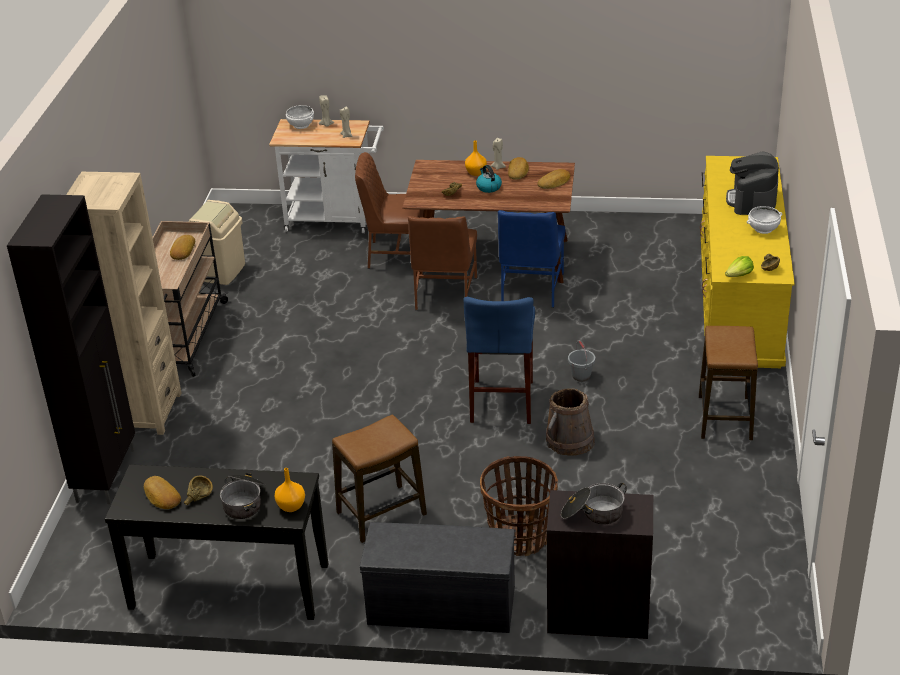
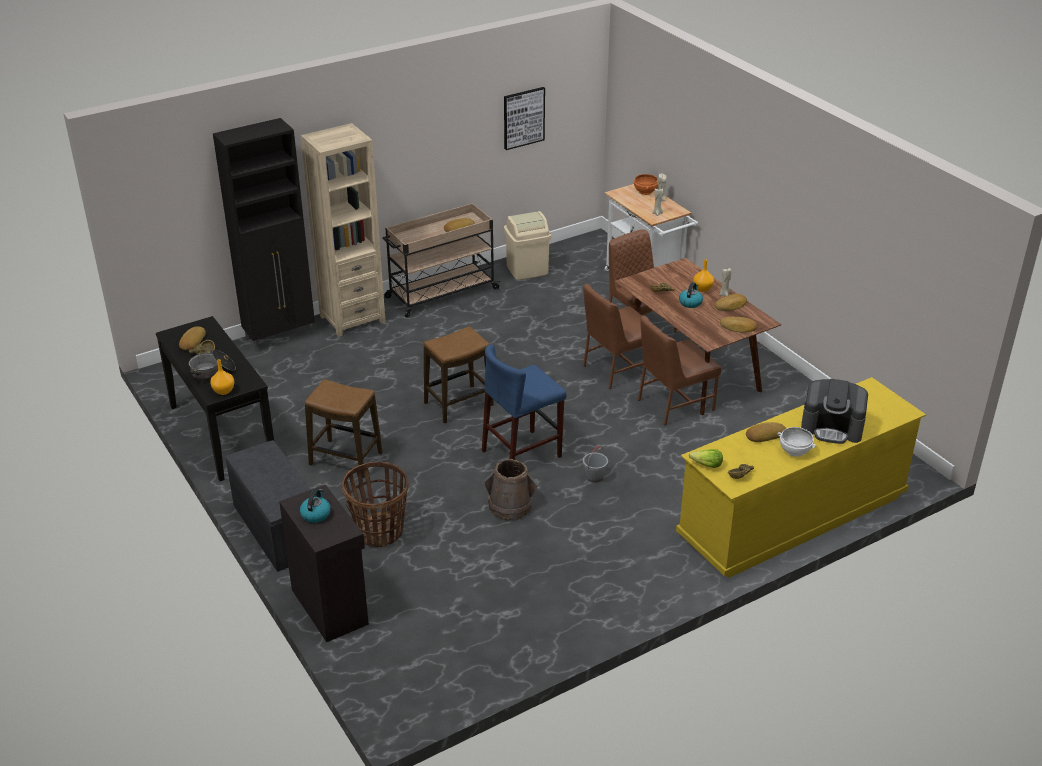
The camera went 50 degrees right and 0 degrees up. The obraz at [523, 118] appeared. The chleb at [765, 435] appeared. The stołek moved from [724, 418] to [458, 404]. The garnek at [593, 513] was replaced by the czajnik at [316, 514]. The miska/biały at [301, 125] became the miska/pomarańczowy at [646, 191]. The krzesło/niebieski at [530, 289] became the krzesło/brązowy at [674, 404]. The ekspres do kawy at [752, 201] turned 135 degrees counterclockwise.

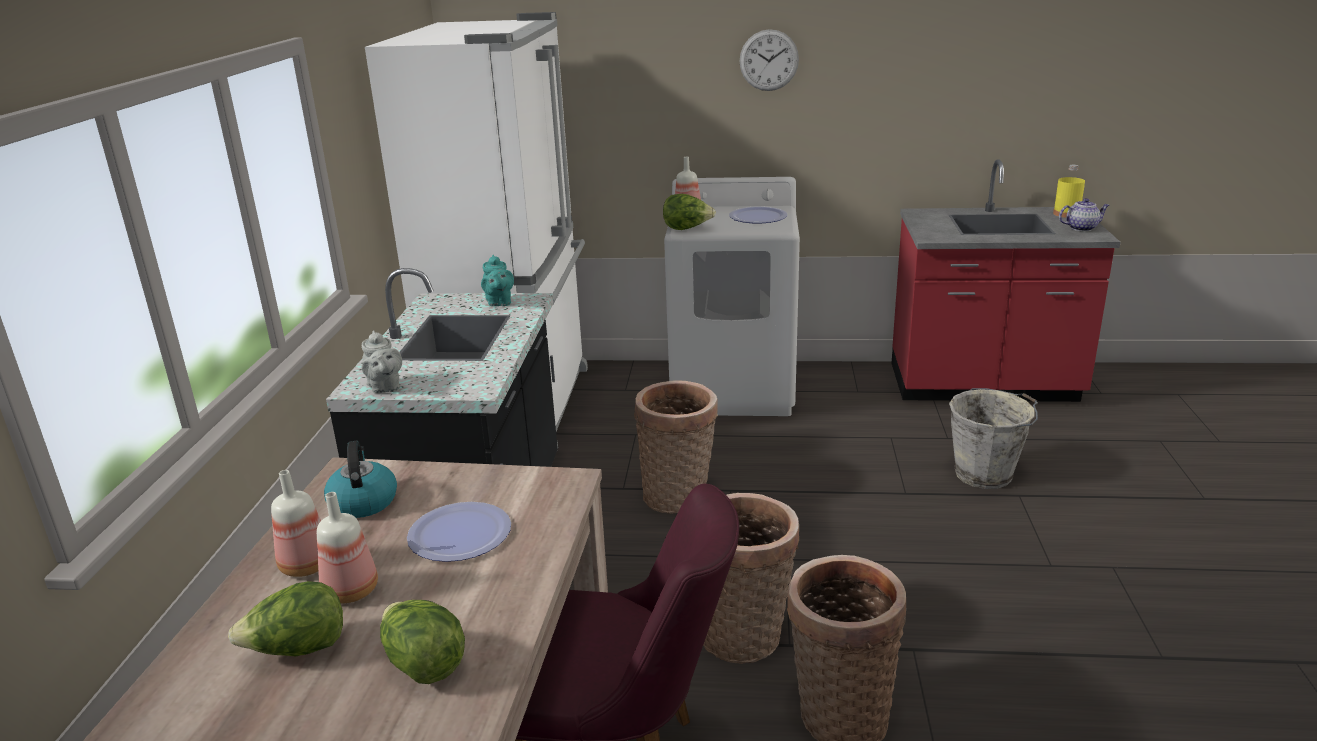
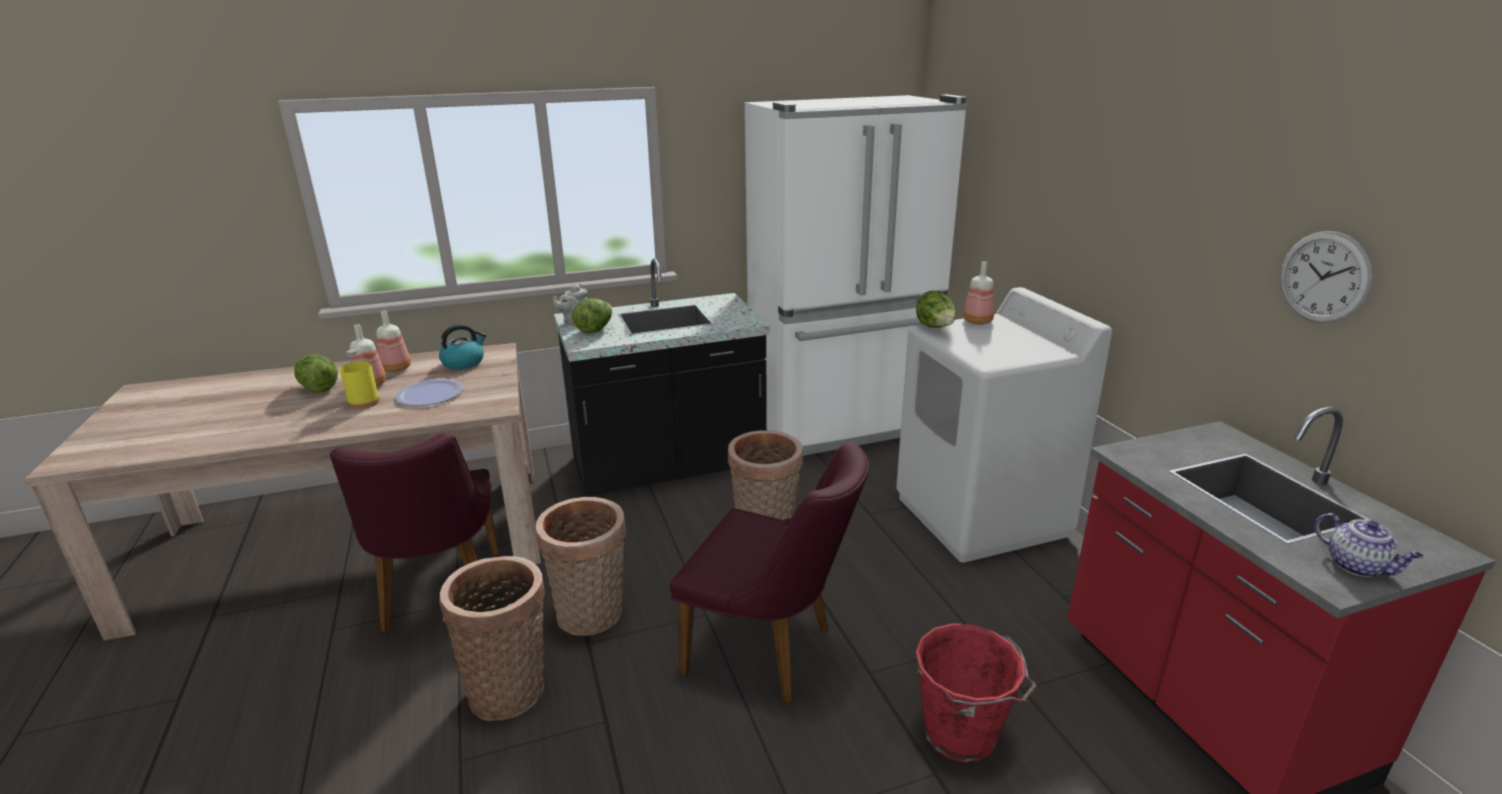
The camera went 65 degrees right and 0 degrees up. The imbryk/turkusowy at [499, 303] disappeared. The talerz at [758, 217] disappeared. The krzesło/fioletowy at [771, 652] appeared. The sałata moved from [424, 665] to [595, 330]. The zegar ścienny moved from [769, 60] to [1324, 277]. The butelka/żółty moved from [1066, 214] to [364, 403]. The wiadro/szary at [985, 474] became the wiadro/czerwony at [962, 735].

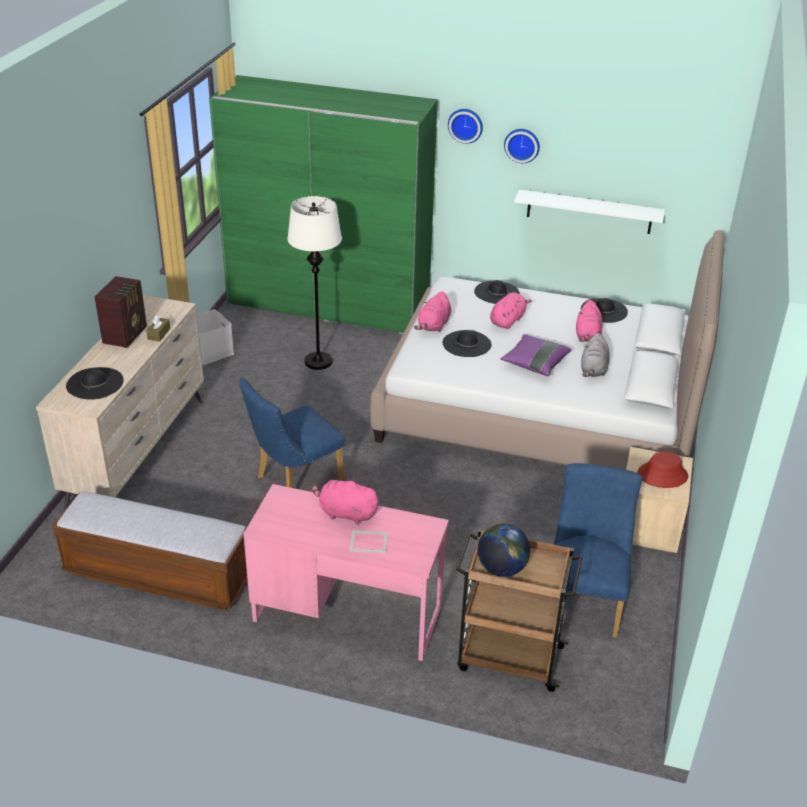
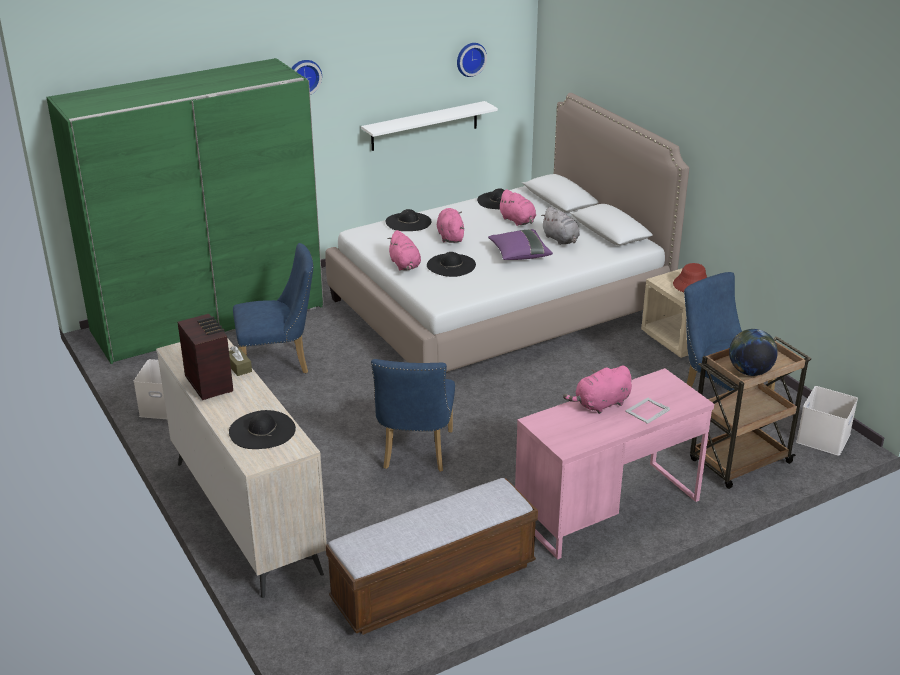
The camera went 45 degrees left and 5 degrees down. The pojemnik do przechowywania/biały at [824, 439] appeared. The zegar ścienny moved from [522, 144] to [470, 59]. The lampa stojąca/biały at [318, 362] was replaced by the krzesło/niebieski at [279, 364].

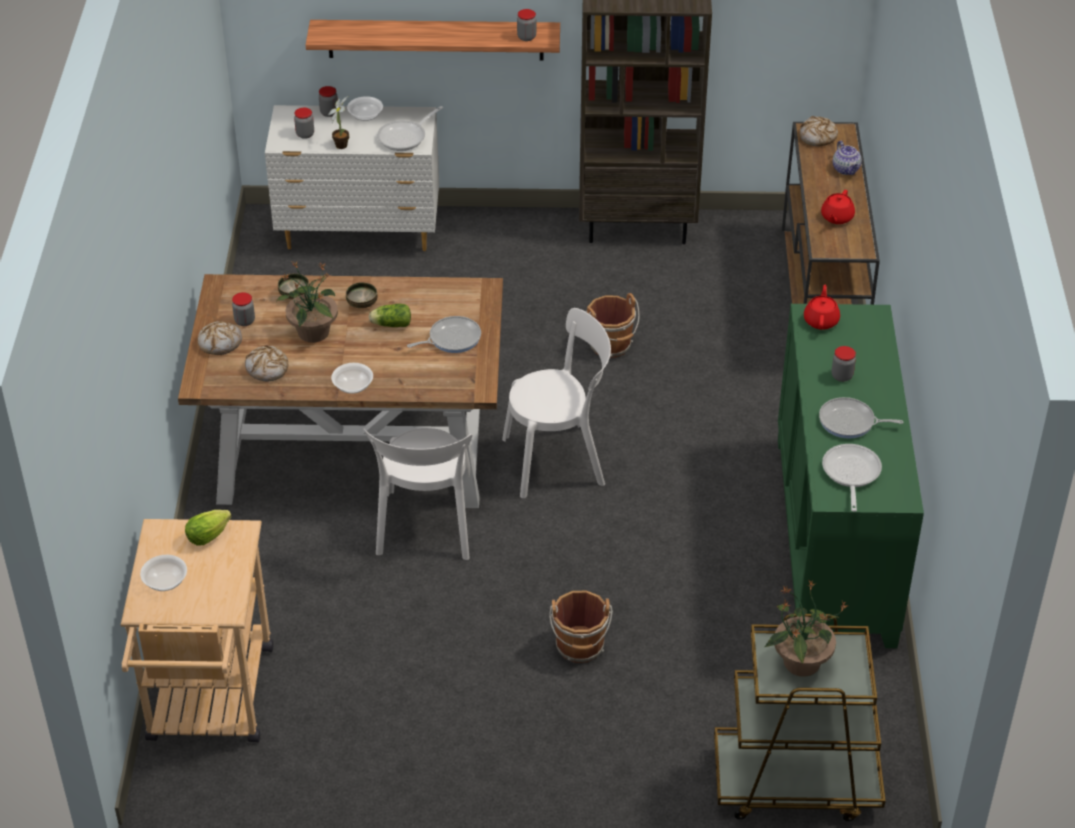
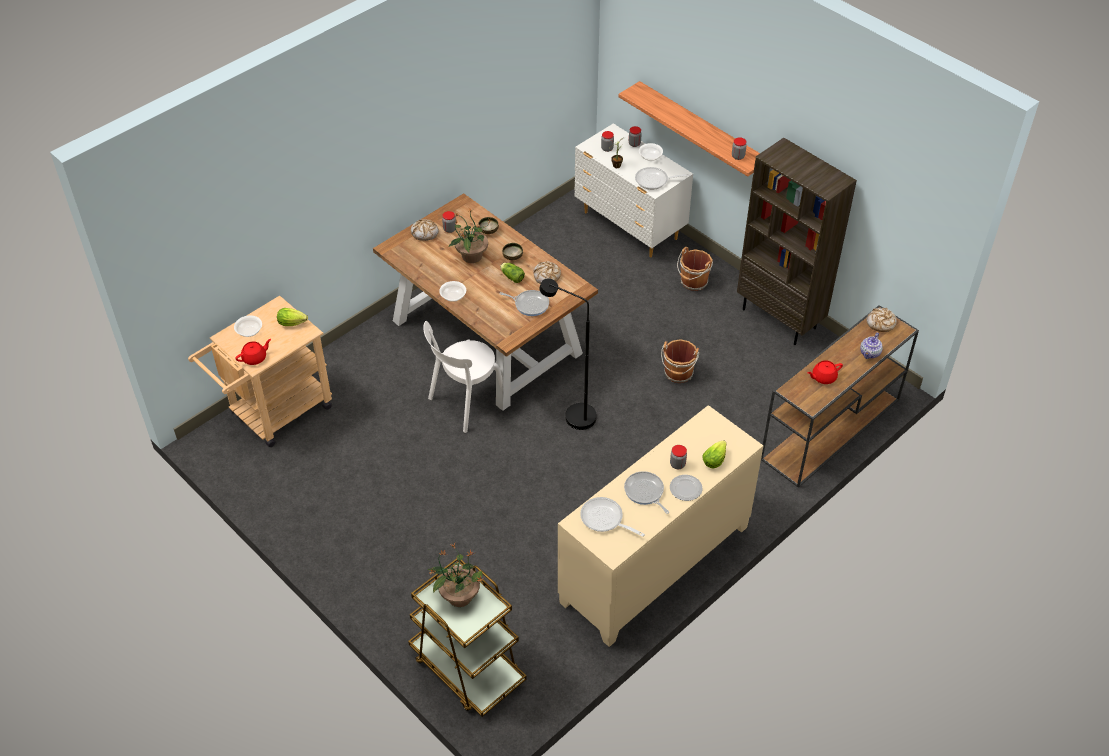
The camera went 45 degrees right and 5 degrees up. The talerz at [686, 489] appeared. The sałata at [715, 459] appeared. The chleb moved from [267, 368] to [547, 276]. The wiadro/brązowy moved from [580, 647] to [693, 282]. The imbryk/czerwony moved from [821, 320] to [255, 358]. The krzesło/biały at [559, 460] was replaced by the lampa stojąca/czarny at [572, 415]. The szafka/zielony at [836, 539] became the szafka/beżowy at [656, 565]. The patelnia at [850, 474] turned 105 degrees counterclockwise.

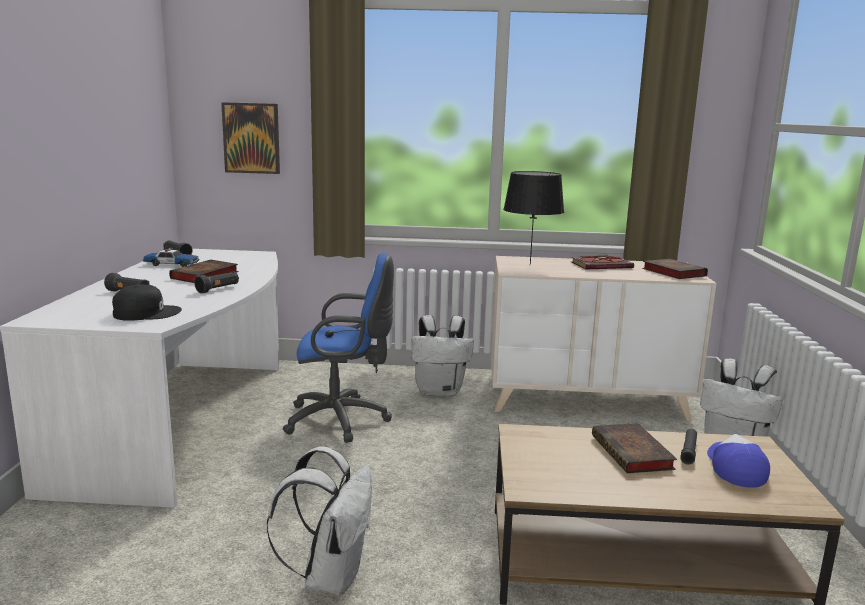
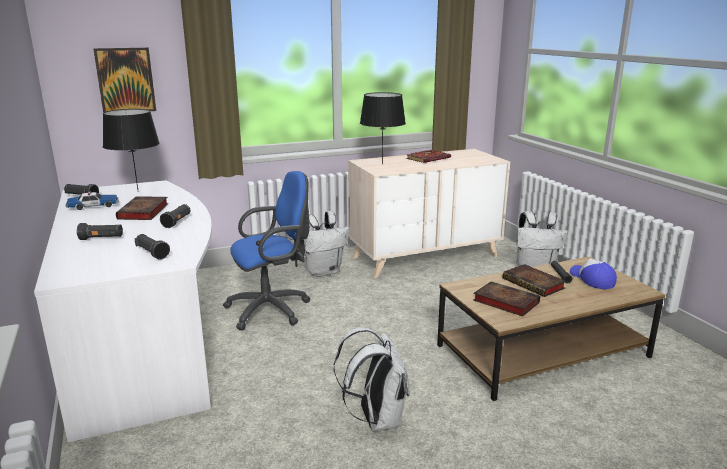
The camera went 25 degrees left and 5 degrees up. The lampa stołowa/czarny at [137, 191] appeared. The książka moved from [672, 272] to [504, 301]. The czapka z daszkiem/czarny at [146, 313] was replaced by the latarka/czarny at [152, 253].

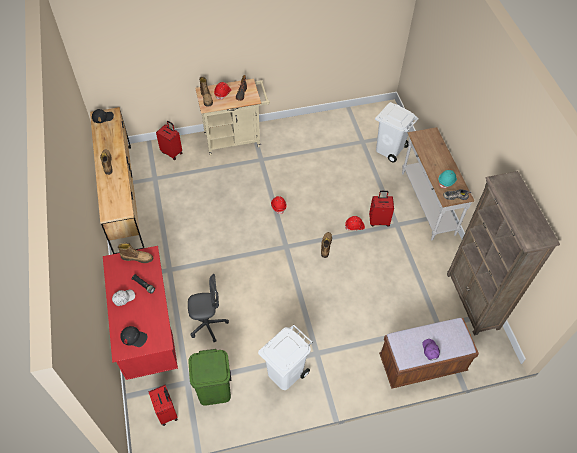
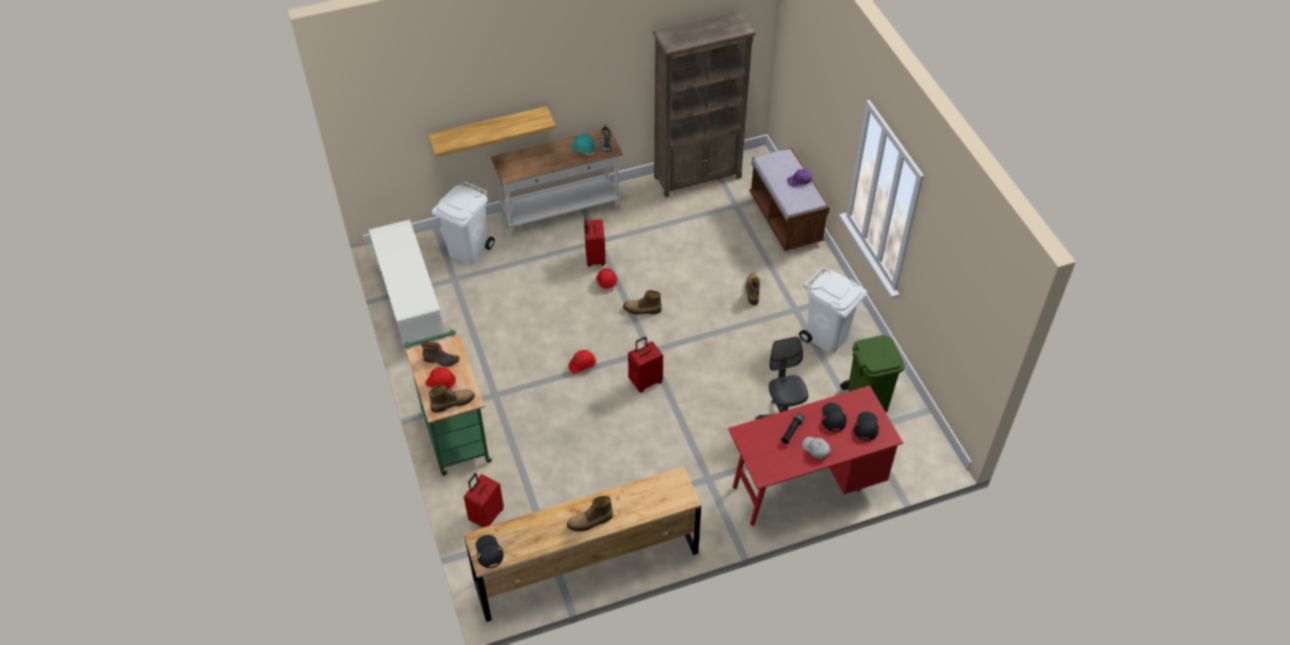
The camera went 95 degrees left and 5 degrees down. The regał na buty/biały at [411, 306] appeared. The półka at [488, 129] appeared. The czapka z daszkiem/czarny at [833, 418] appeared. The but z cholewką moved from [137, 257] to [752, 291]. The walizka/czerwony moved from [167, 412] to [645, 381]. The wózek/beżowy at [236, 139] became the wózek/zielony at [454, 432].

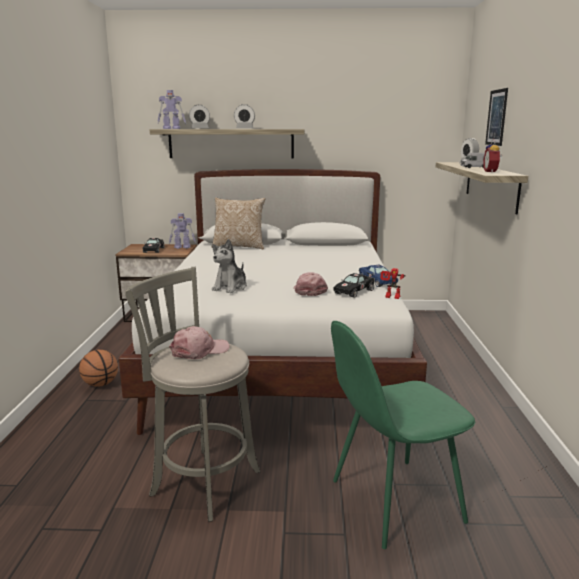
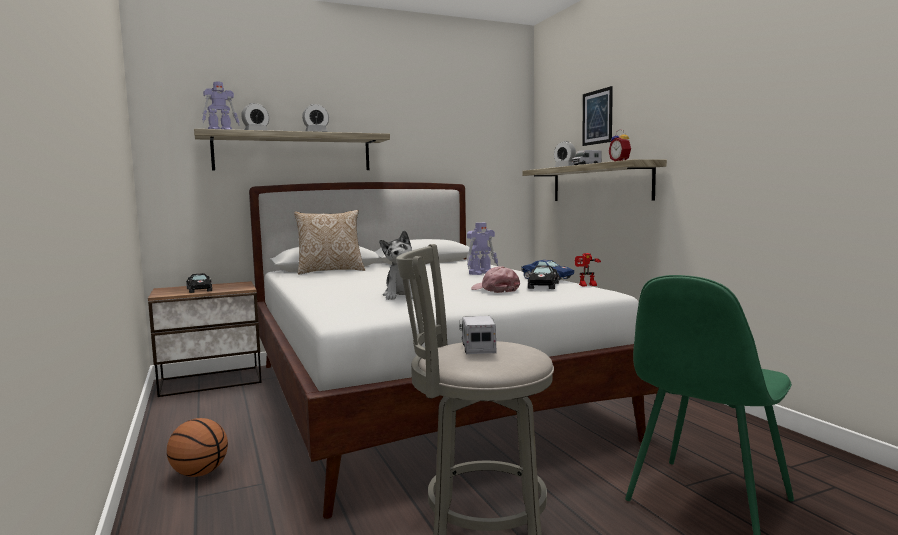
The camera went 25 degrees left and 10 degrees down. The robot zabawkowy moved from [182, 247] to [481, 273]. The czapka z daszkiem/różowy at [199, 350] was replaced by the ciężarówka zabawkowa at [478, 348].

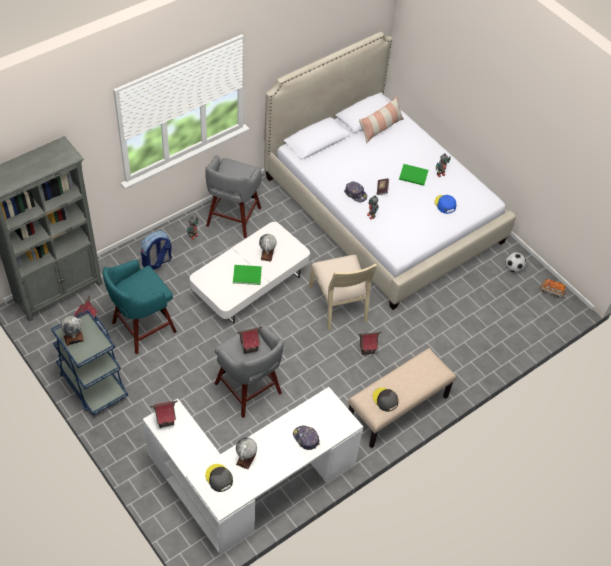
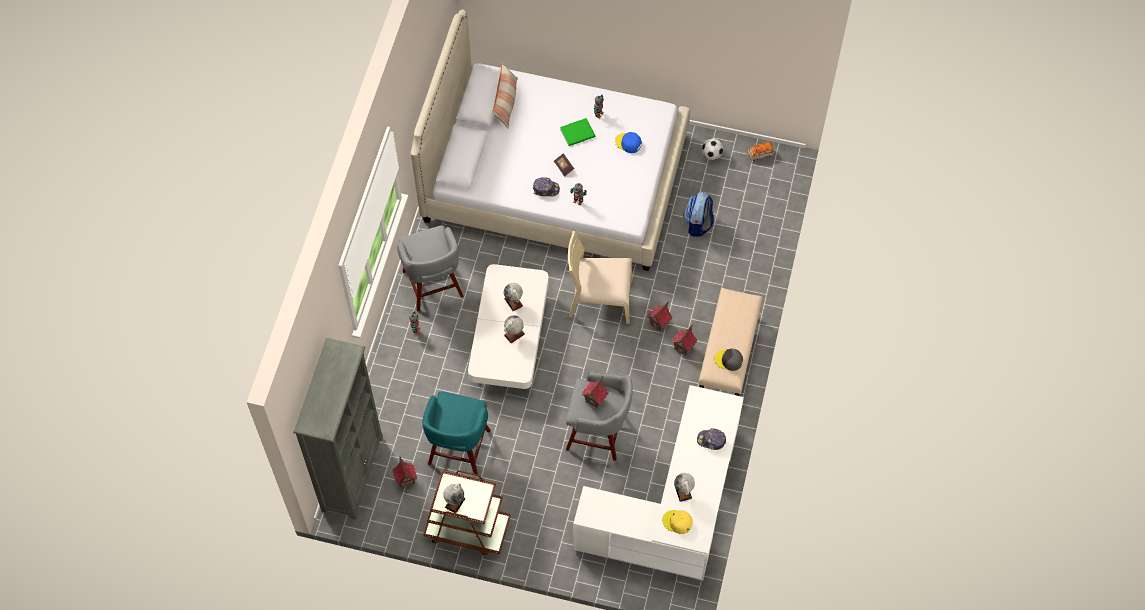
The camera went 35 degrees left and 10 degrees up. The plecak moved from [157, 262] to [698, 224]. The domek moved from [165, 421] to [683, 347]. The książka/zielony at [246, 274] was replaced by the globus at [514, 334]. The wózek/niebieski at [92, 383] became the wózek/brązowy at [467, 529]. The czapka z daszkiem/szary at [219, 478] became the czapka z daszkiem/żółty at [677, 522]. The krzesło/beżowy at [339, 304] turned 150 degrees clockwise.

